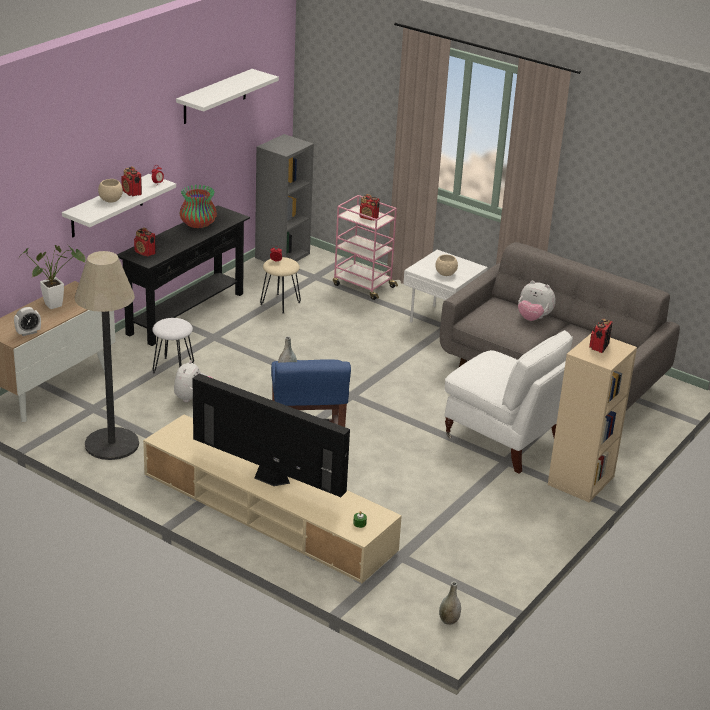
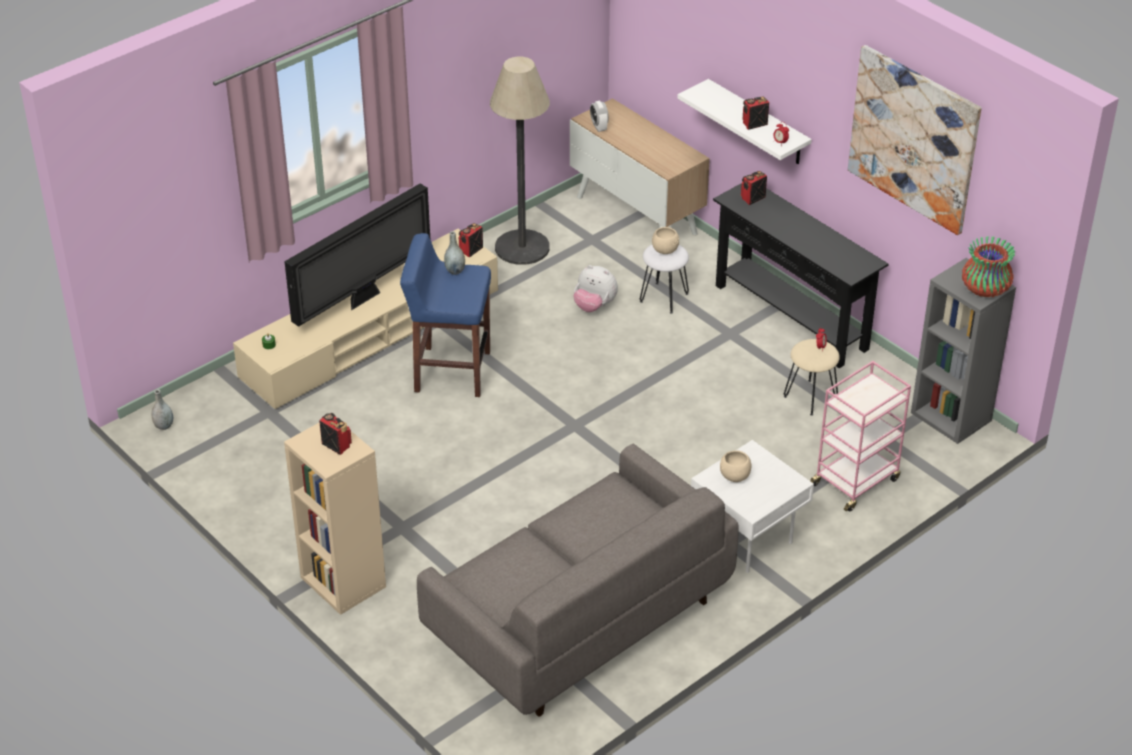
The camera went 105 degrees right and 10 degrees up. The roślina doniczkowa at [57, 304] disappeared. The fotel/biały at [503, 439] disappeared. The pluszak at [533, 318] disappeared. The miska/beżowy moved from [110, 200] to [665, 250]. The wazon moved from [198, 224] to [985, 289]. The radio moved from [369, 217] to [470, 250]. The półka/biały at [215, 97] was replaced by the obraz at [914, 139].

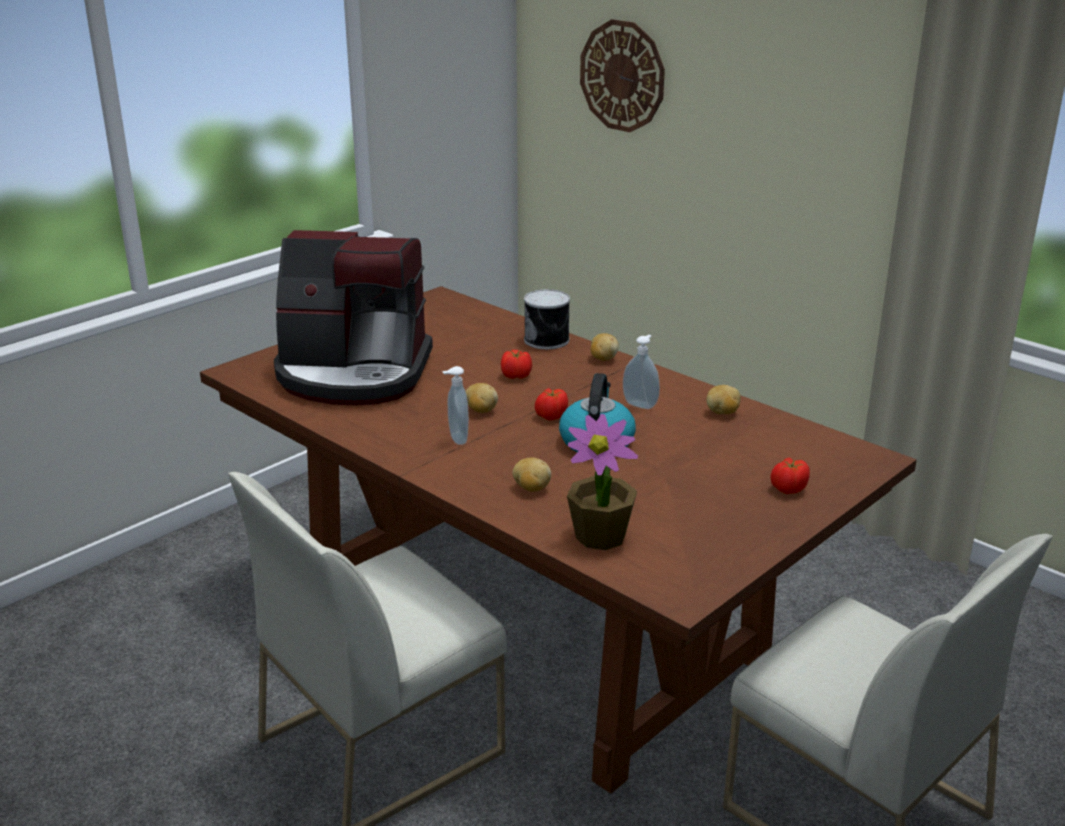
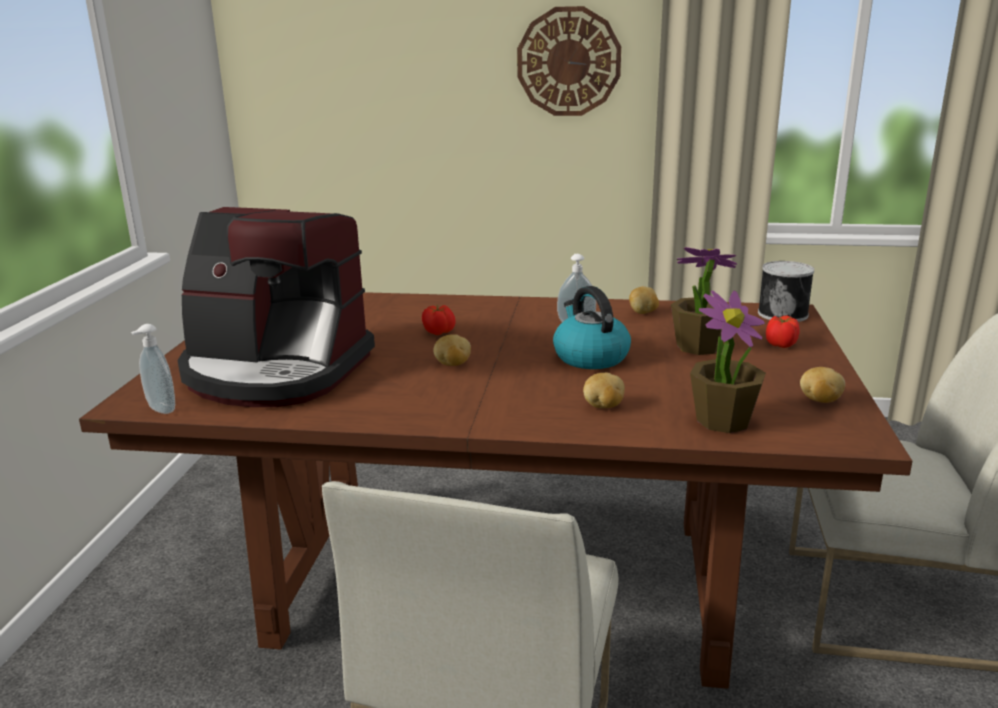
The camera went 35 degrees left and 5 degrees down. The pomidor at [551, 416] disappeared. The roślina doniczkowa at [698, 347] appeared. The dozownik mydła moved from [456, 439] to [159, 410]. The puszka moved from [548, 340] to [783, 314]. The zegar ścienny moved from [622, 76] to [568, 62]. The ziemniak moved from [603, 359] to [819, 400]. The ekspres do kawy at [354, 374] turned 45 degrees clockwise.

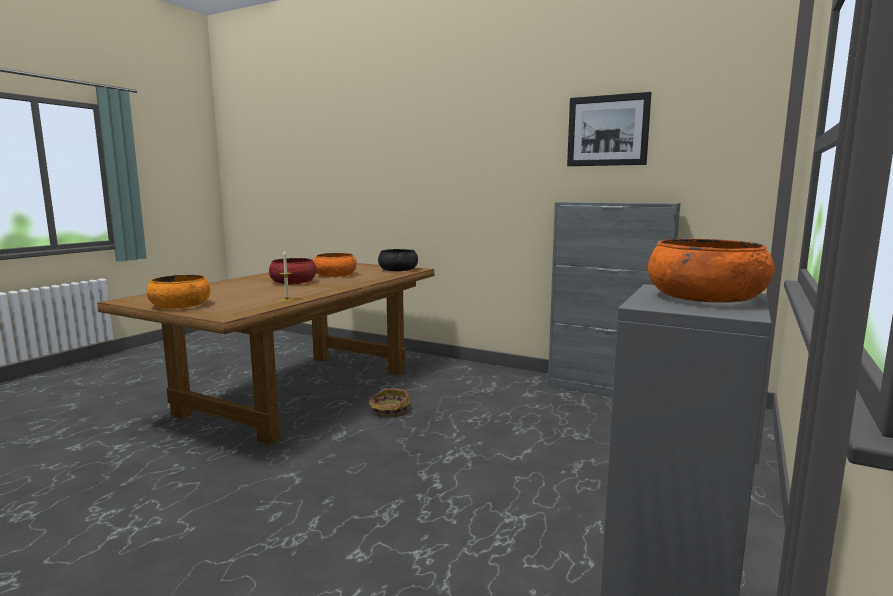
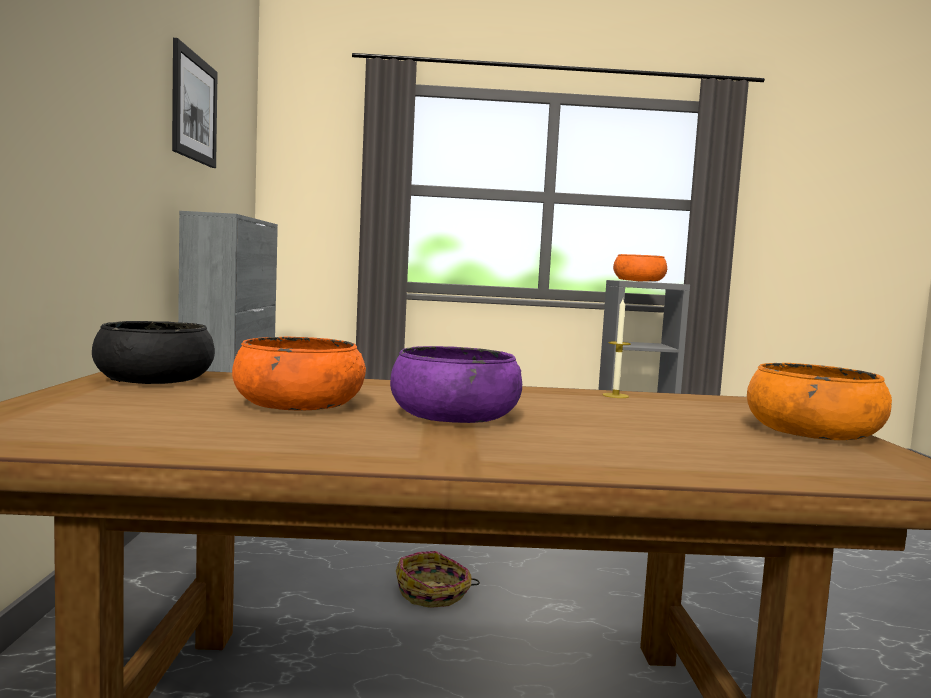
The camera went 120 degrees left and 5 degrees down. The miska/czerwony at [293, 282] became the miska/fioletowy at [454, 416].

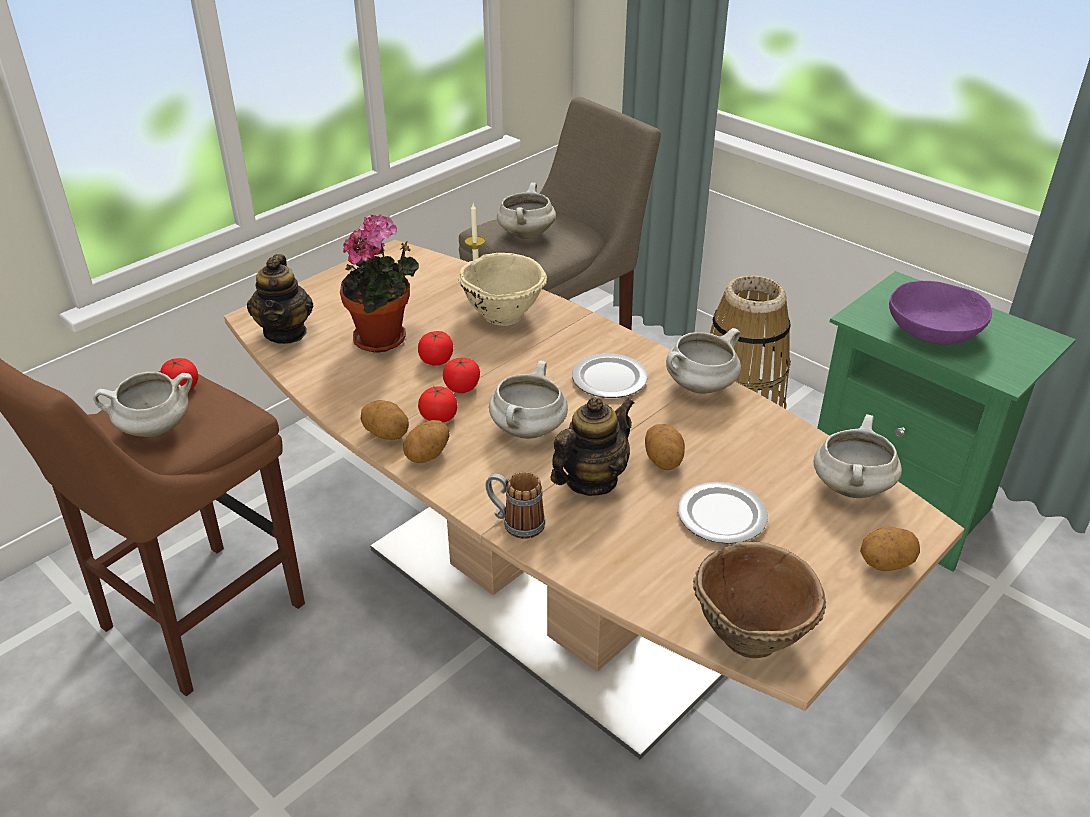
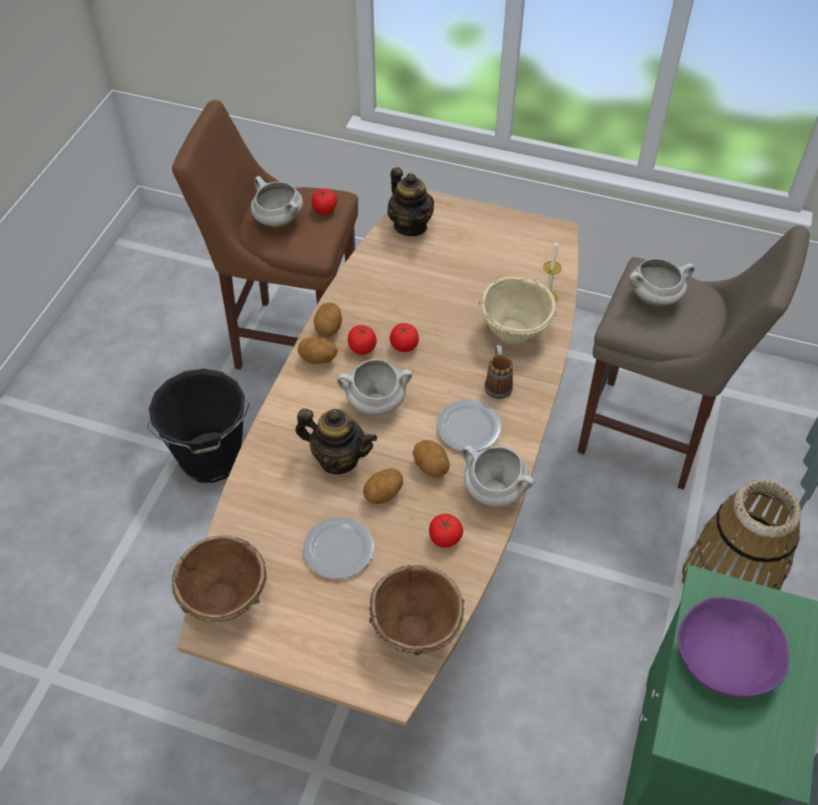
The camera went 65 degrees right and 15 degrees up. The roślina doniczkowa at [385, 339] disappeared. The wiadro/czarny at [211, 460] appeared. The pomidor moved from [436, 360] to [445, 538]. The kubek moved from [515, 523] to [497, 383]. The ziemniak moved from [885, 564] to [431, 467]. The garnek/biały at [850, 487] was replaced by the miska/brązowy at [416, 628]. The imbryk at [286, 332] turned 90 degrees counterclockwise.

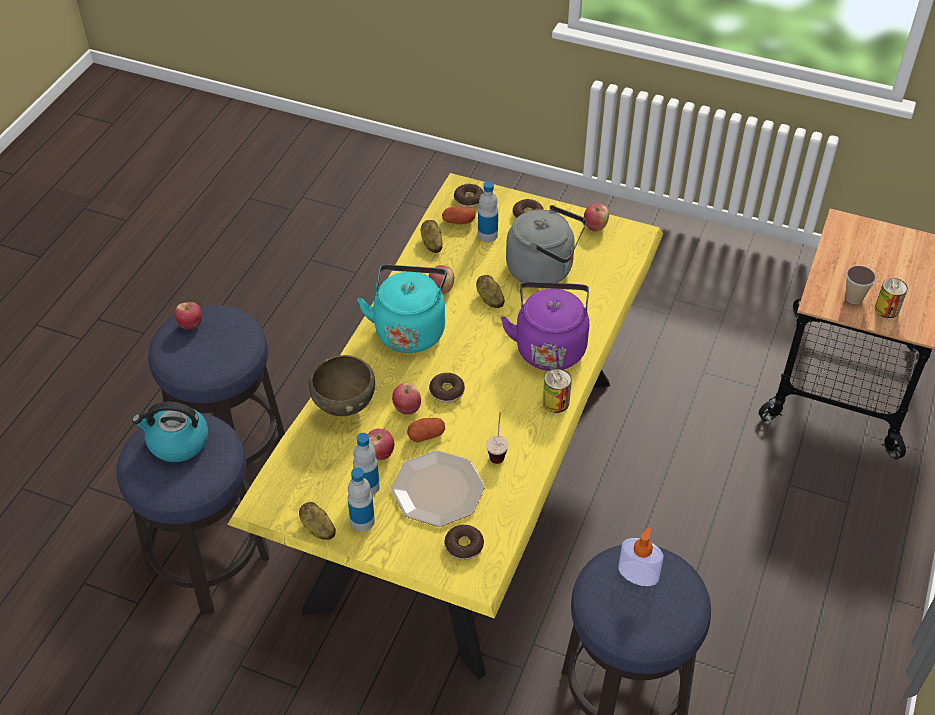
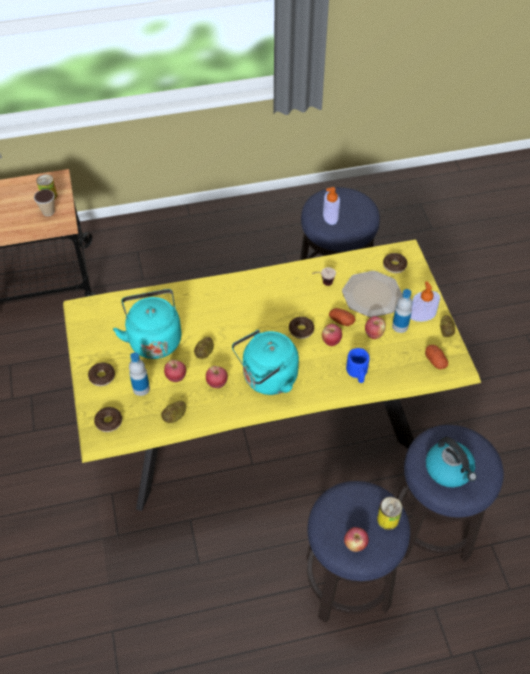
The camera went 125 degrees left and 5 degrees up. The czajnik/fioletowy at [549, 346] disappeared. The ziemniak moved from [458, 221] to [435, 361]. The puszka moved from [556, 402] to [387, 519]. The jabłko moved from [595, 227] to [176, 377]. The miska/brązowy at [344, 406] was replaced by the kubek/niebieski at [357, 373]. The butelka at [362, 521] was replaced by the dozownik mydła at [422, 315]. The czajnik/szary at [544, 270] became the czajnik/turkusowy at [154, 338].

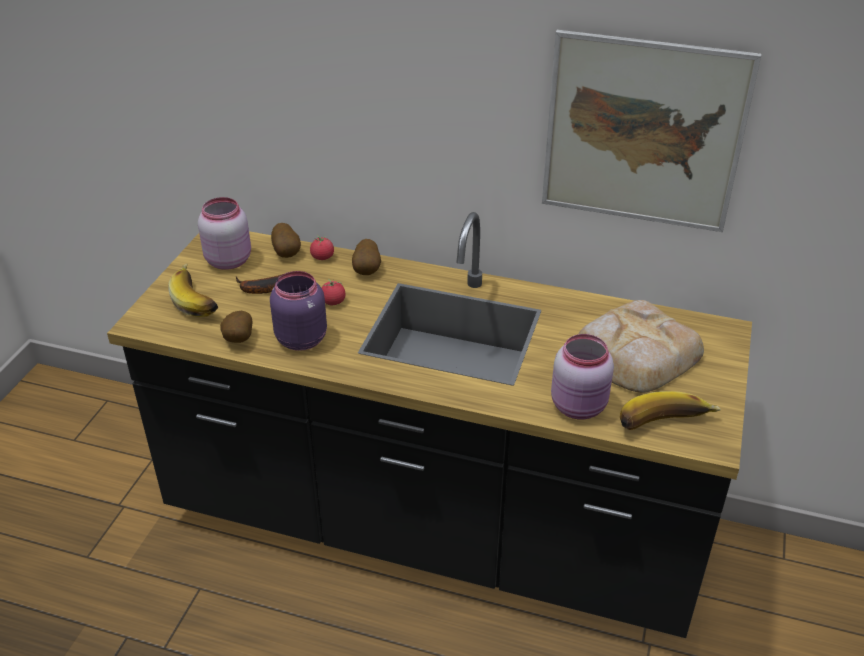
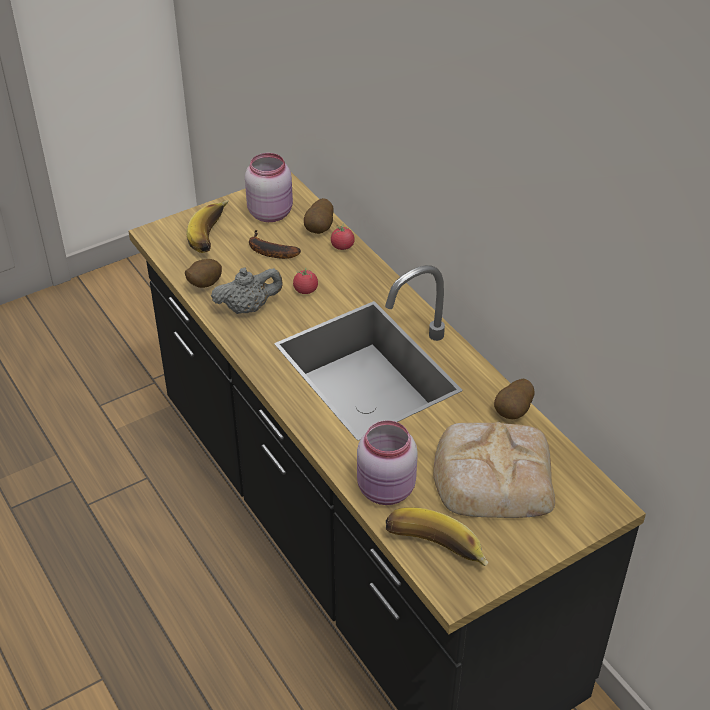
The camera went 40 degrees right and 5 degrees up. The obraz at [643, 133] disappeared. The ziemniak moved from [367, 270] to [513, 412]. The słoik/fioletowy at [301, 338] was replaced by the imbryk/szary at [248, 308].

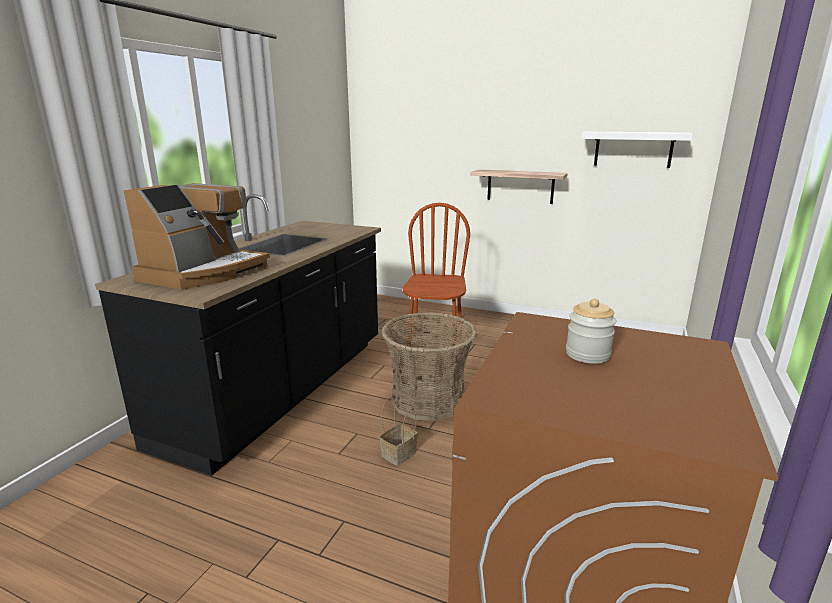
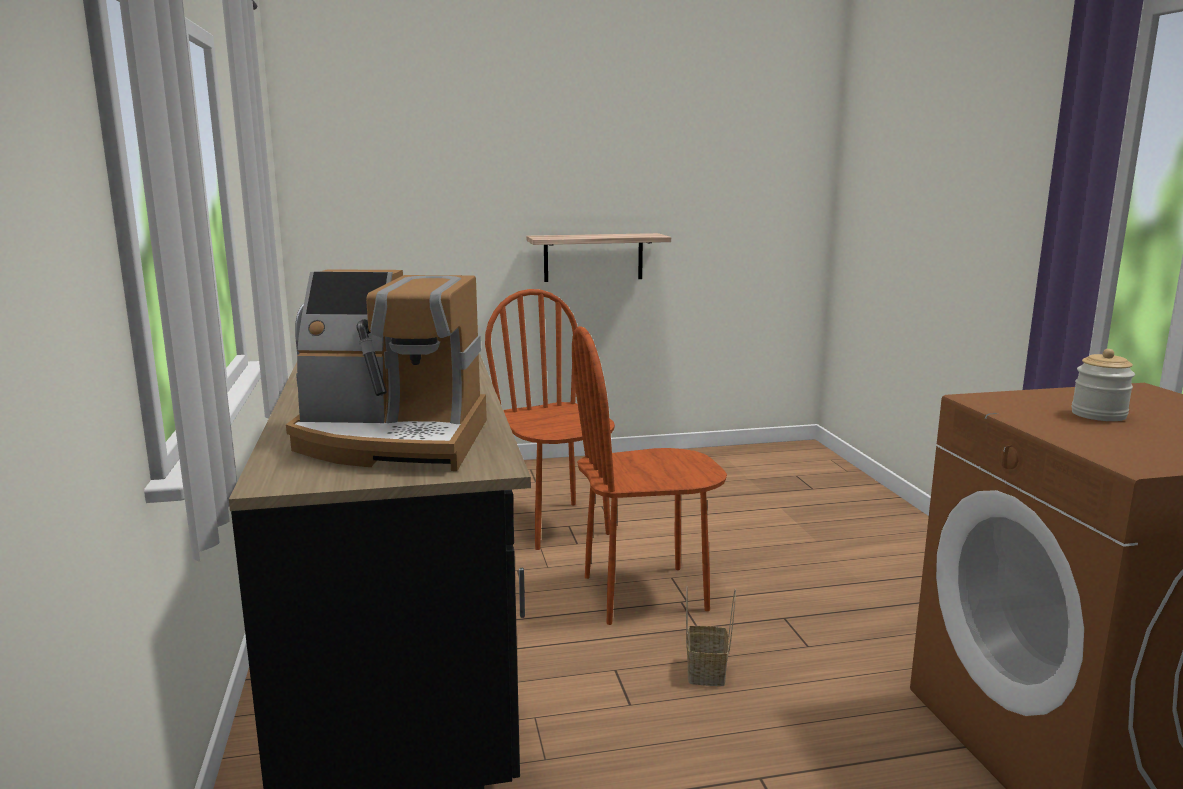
The camera went 35 degrees left and 5 degrees down. The półka/biały at [633, 149] disappeared. The koszyk at [428, 399] was replaced by the krzesło/brązowy at [645, 593]. The ekspres do kawy at [205, 273] turned 105 degrees clockwise.

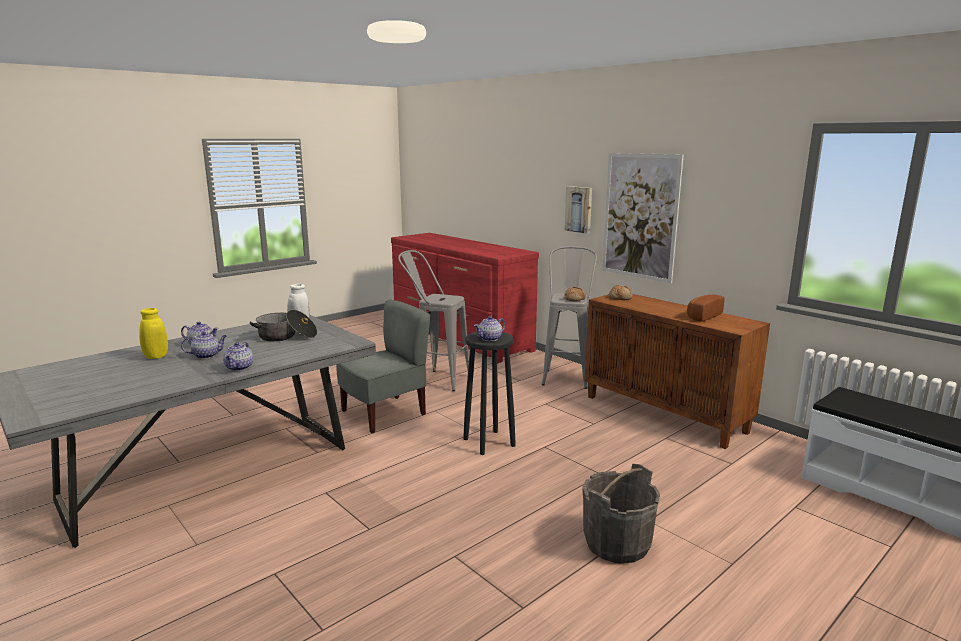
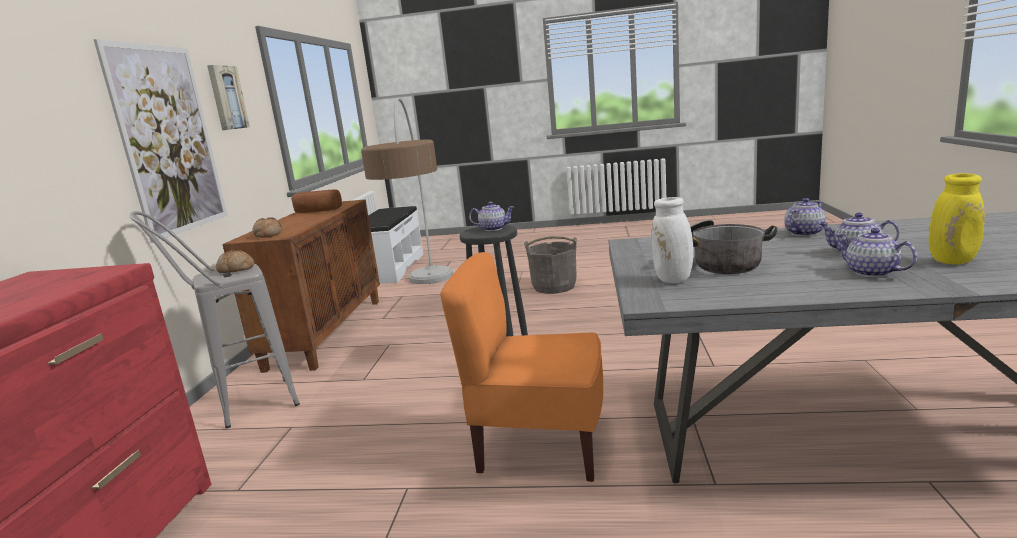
The camera went 130 degrees left and 0 degrees up. The stołek/szary at [435, 379] disappeared. The lampa stojąca at [426, 296] appeared. The obraz moved from [579, 209] to [226, 98]. The krzesło/szary at [384, 413] became the krzesło/pomarańczowy at [540, 446].

